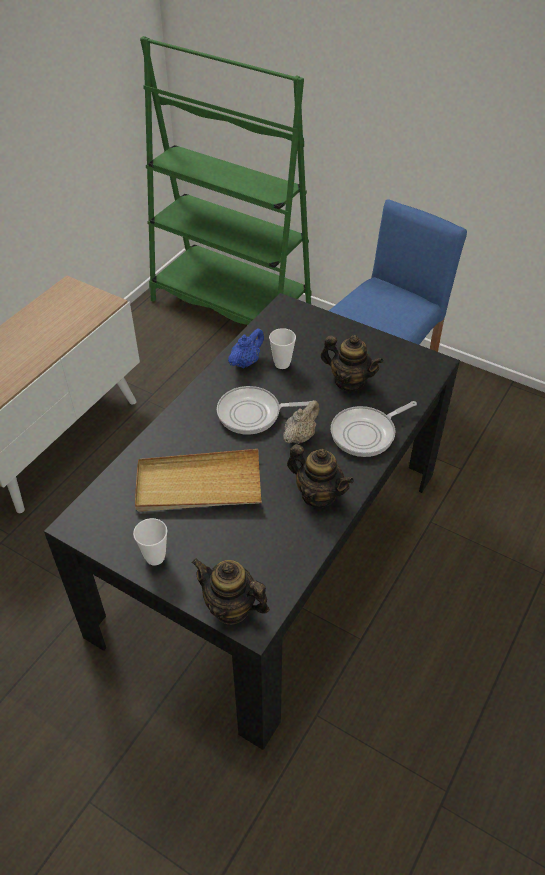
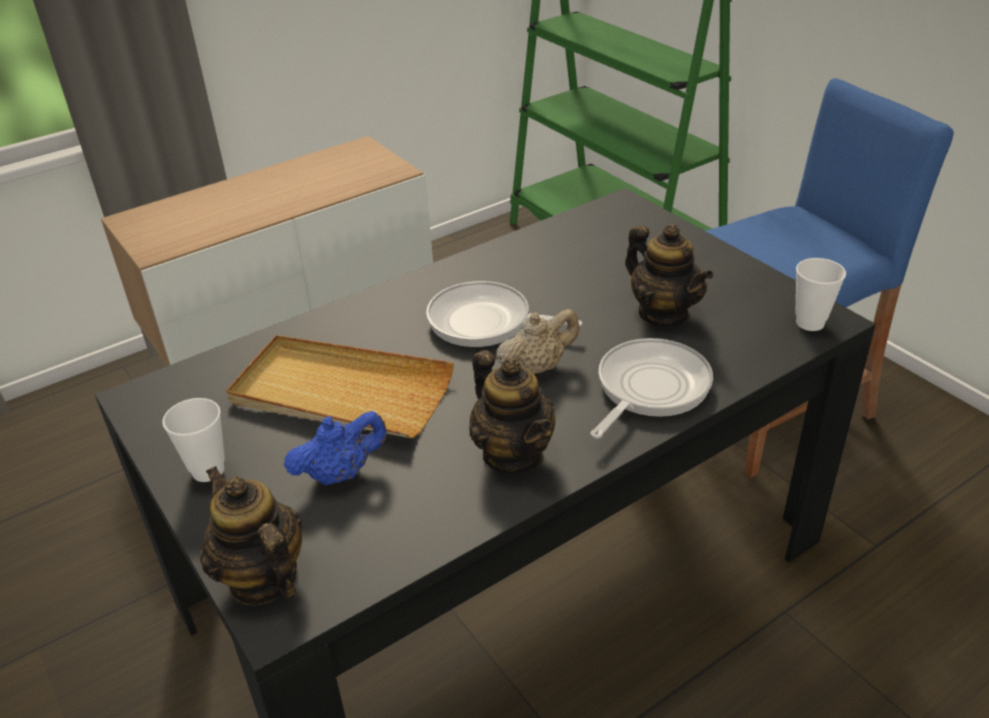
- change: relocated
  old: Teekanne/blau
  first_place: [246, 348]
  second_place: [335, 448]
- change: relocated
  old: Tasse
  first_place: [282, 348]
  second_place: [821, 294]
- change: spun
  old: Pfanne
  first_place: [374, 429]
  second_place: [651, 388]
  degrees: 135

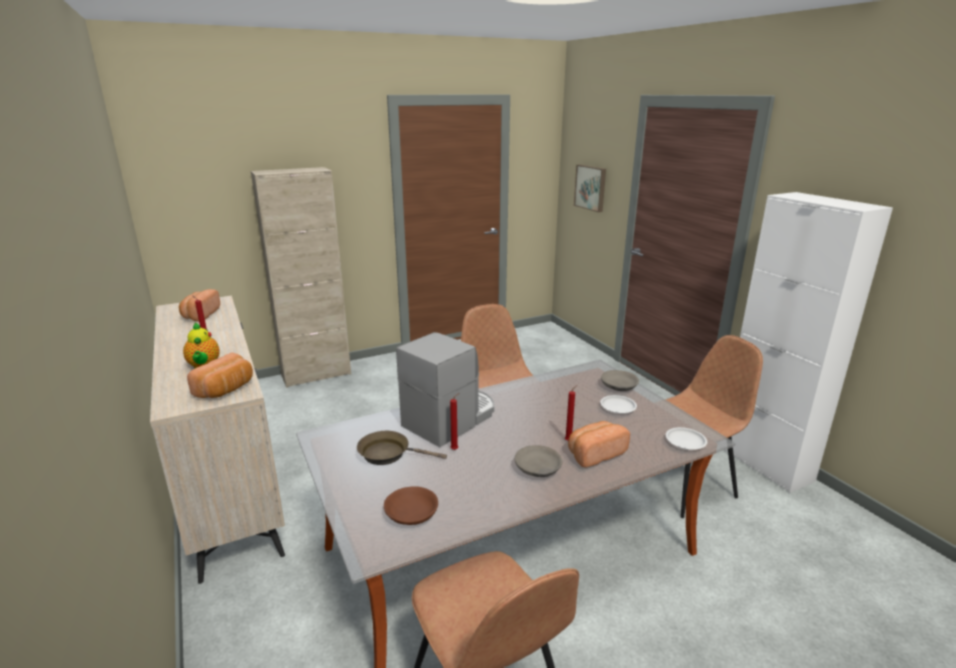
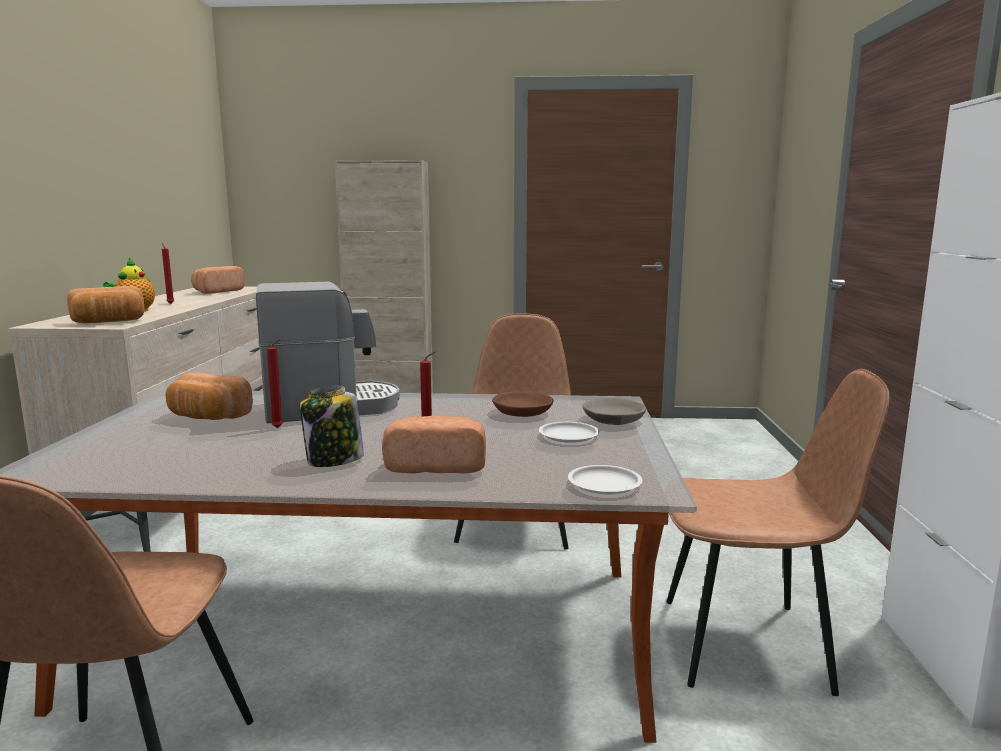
- change: missing
  old: Bild
  first_place: [590, 188]
- change: exchanged
  old: Pfanne/braun
  new: Brot
  first_place: [402, 448]
  second_place: [209, 396]
- change: exchanged
  old: Schüssel/grau
  new: Vorratsglas
  first_place: [538, 461]
  second_place: [332, 426]
- change: relocated
  old: Schüssel/braun
  first_place: [411, 505]
  second_place: [522, 404]

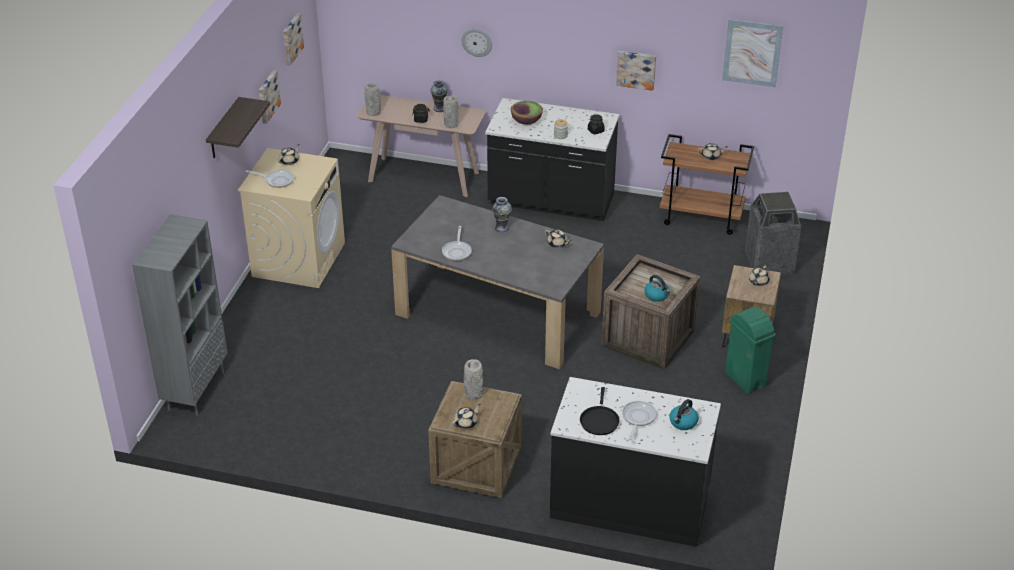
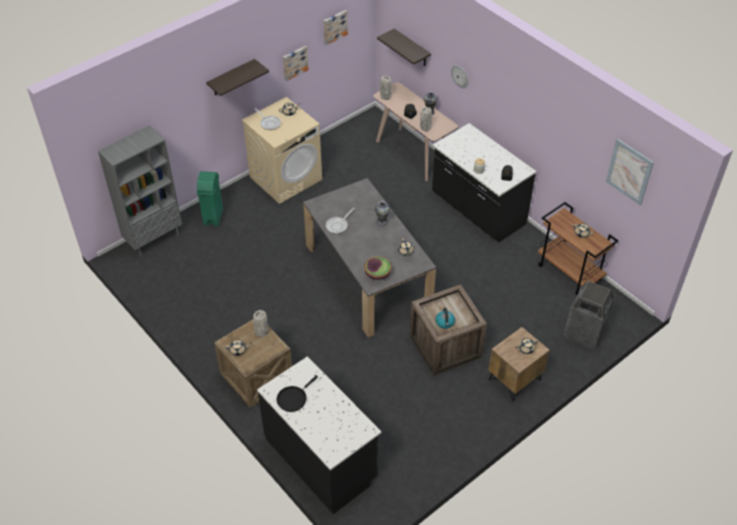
- change: missing
  old: Bild
  first_place: [636, 71]
- change: relocated
  old: Schüssel
  first_place: [527, 113]
  second_place: [378, 268]
- change: relocated
  old: Mülleimer/grün
  first_place: [750, 350]
  second_place: [209, 198]
- change: missing
  old: Wasserkessel
  first_place: [684, 414]
- change: missing
  old: Pfanne
  first_place: [639, 420]
- change: appeared
  new: Wandregal
  second_place: [404, 47]

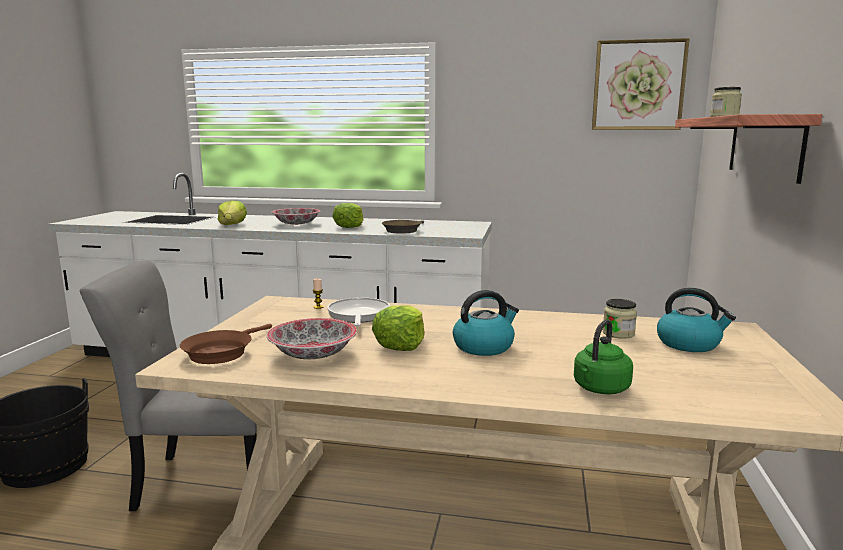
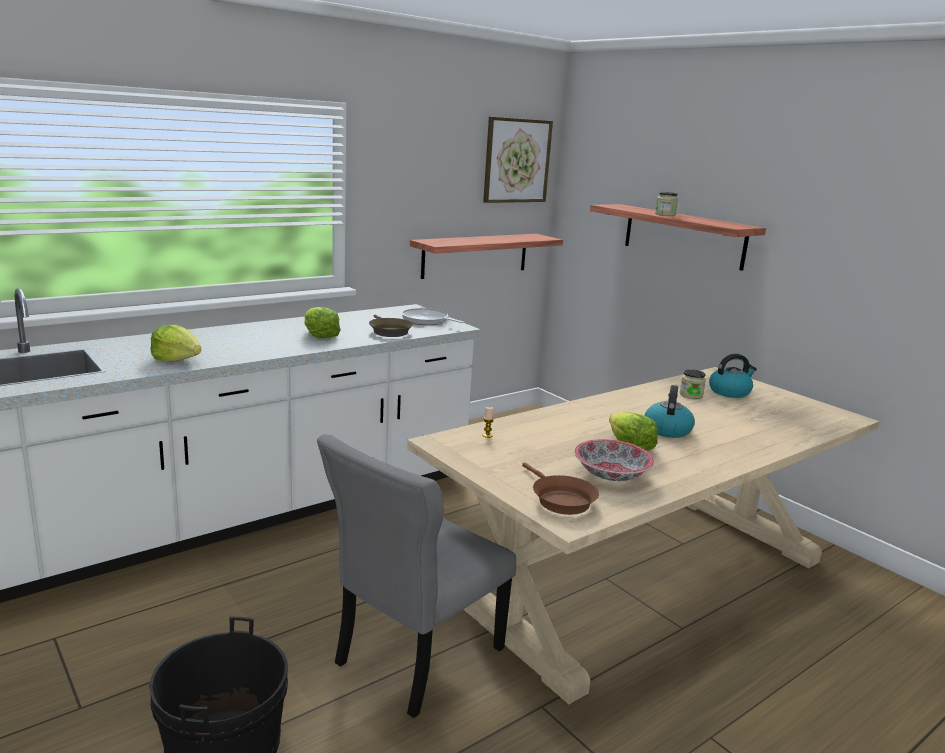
- change: missing
  old: Schüssel
  first_place: [296, 216]
- change: relocated
  old: Pfanne
  first_place: [358, 312]
  second_place: [433, 316]
- change: missing
  old: Wasserkessel/grün
  first_place: [603, 356]
- change: appeared
  new: Wandregal
  second_place: [486, 256]

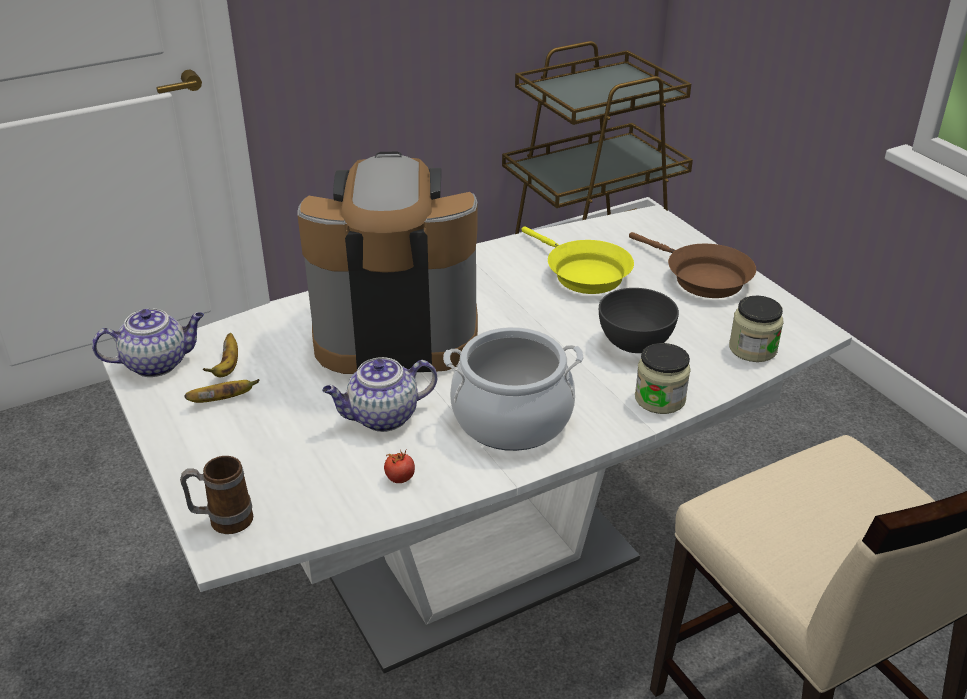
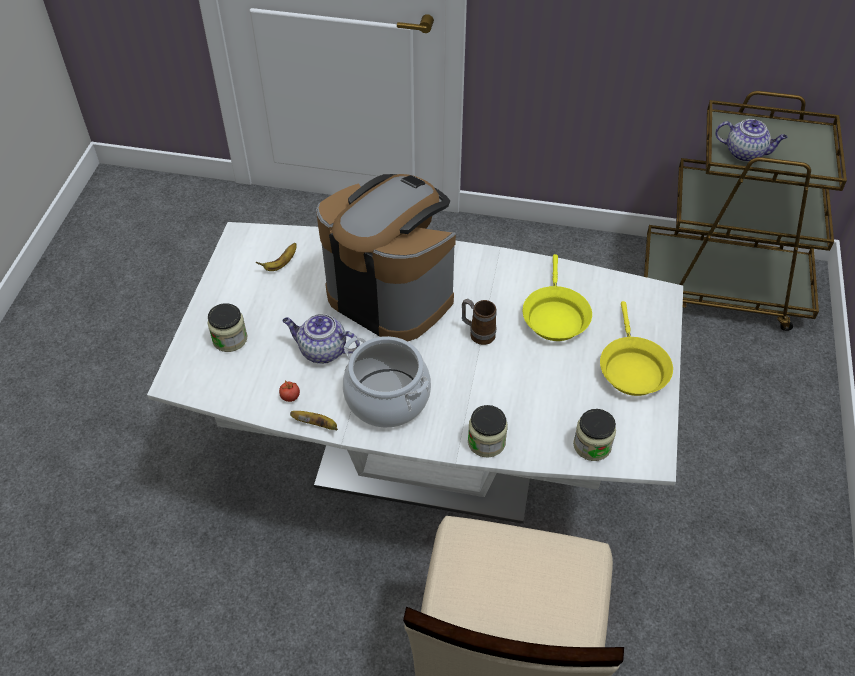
- change: colour
  old: Pfanne/braun
  new: Pfanne/gelb
  first_place: [692, 265]
  second_place: [636, 348]
- change: missing
  old: Schüssel/grau
  first_place: [639, 320]
- change: relocated
  old: Teekanne
  first_place: [148, 343]
  second_place: [751, 140]
- change: relocated
  old: Banane
  first_place: [221, 391]
  second_place: [314, 421]
- change: relocated
  old: Henkelbecher
  first_place: [216, 495]
  second_place: [479, 322]
- change: appeared
  new: Vorratsglas
  second_place: [228, 327]

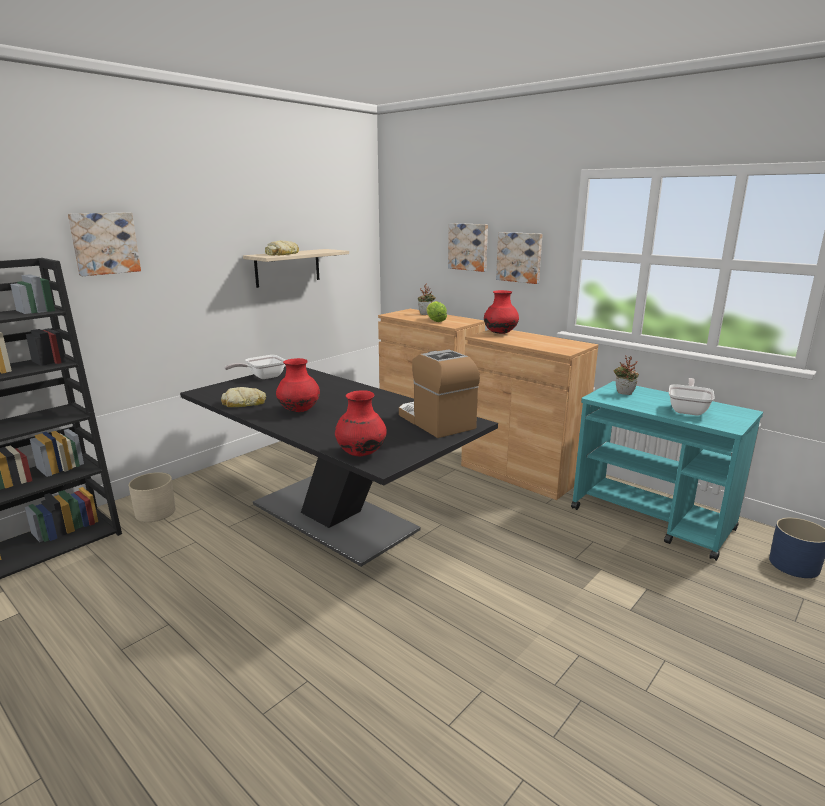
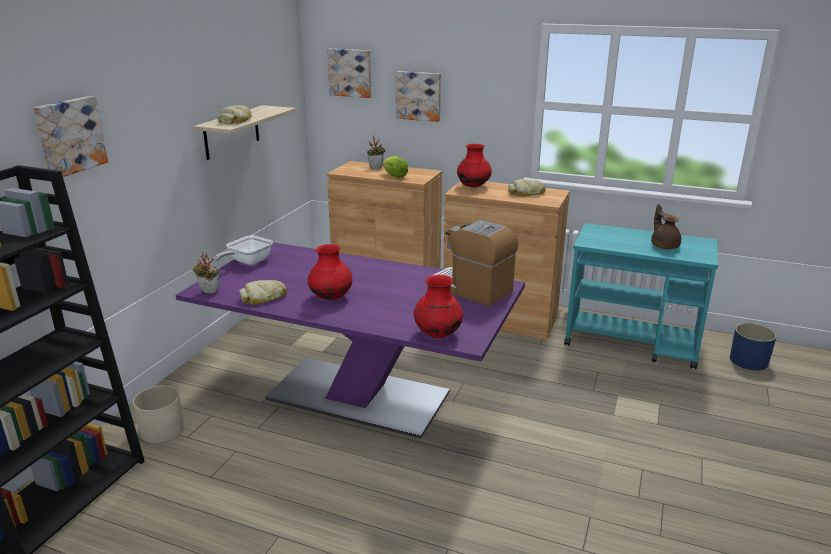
- change: relocated
  old: Bild
  first_place: [519, 258]
  second_place: [349, 73]
- change: relocated
  old: Topfpflanze
  first_place: [626, 375]
  second_place: [205, 272]
- change: colour
  old: Esstisch/schwarz
  new: Esstisch/lila
  first_place: [339, 466]
  second_place: [350, 340]
- change: exchanged
  old: Pfanne
  new: Teekanne/braun
  first_place: [692, 396]
  second_place: [666, 226]
- change: appeared
  new: Brot
  second_place: [527, 187]

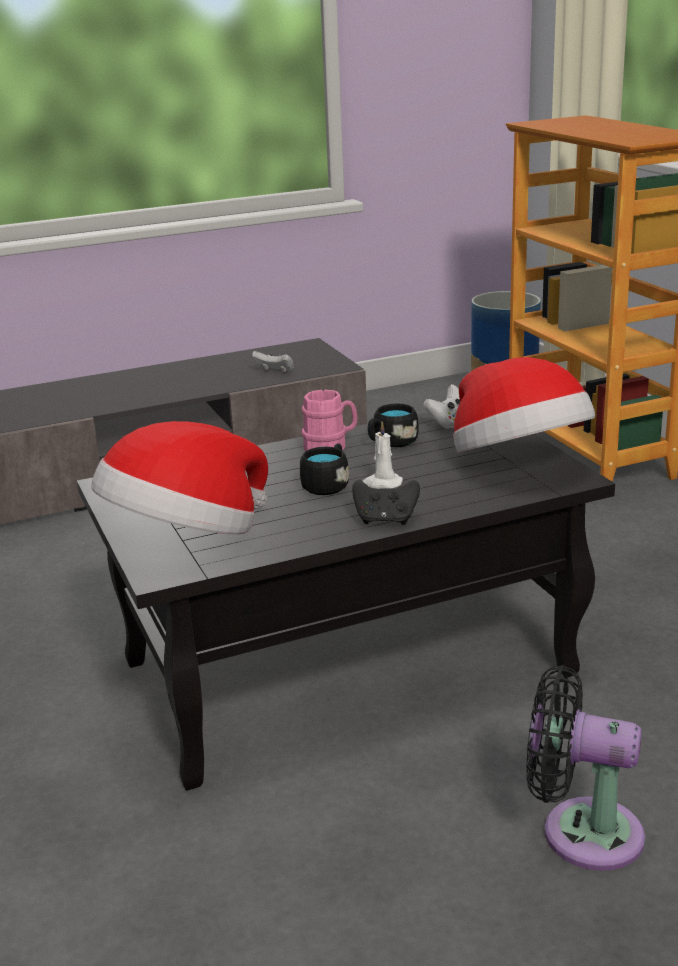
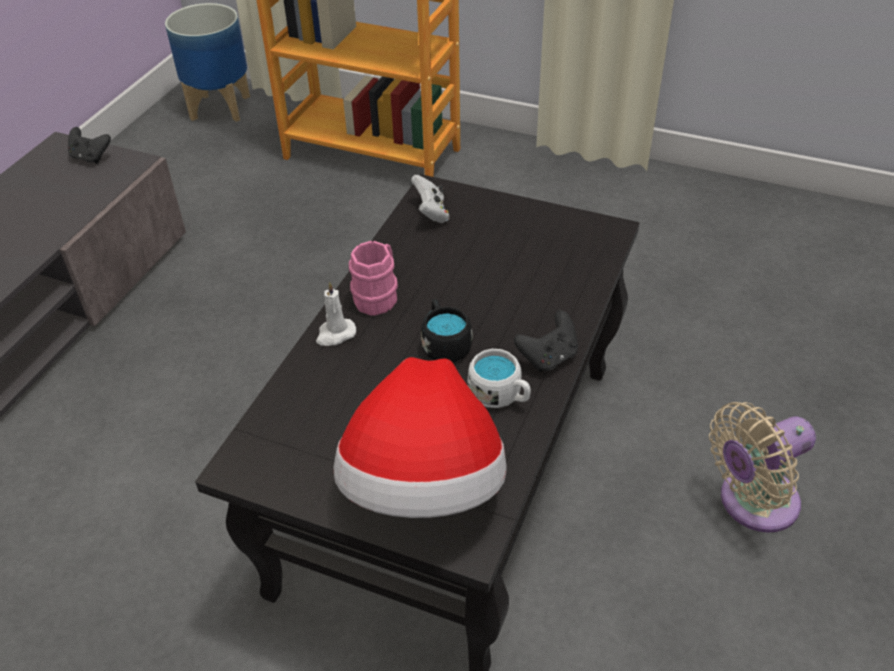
- change: missing
  old: Gamepad/weiß
  first_place: [273, 362]
- change: missing
  old: Hut
  first_place: [524, 404]
- change: missing
  old: Henkelbecher/schwarz
  first_place: [393, 425]
- change: relocated
  old: Kerze/weiß
  first_place: [382, 455]
  second_place: [336, 313]
- change: colour
  old: Ventilator/schwarz
  new: Ventilator/beige
  first_place: [585, 768]
  second_place: [762, 467]
- change: appeared
  new: Gamepad/schwarz
  second_place: [89, 145]
- change: appeared
  new: Henkelbecher/weiß
  second_place: [499, 378]

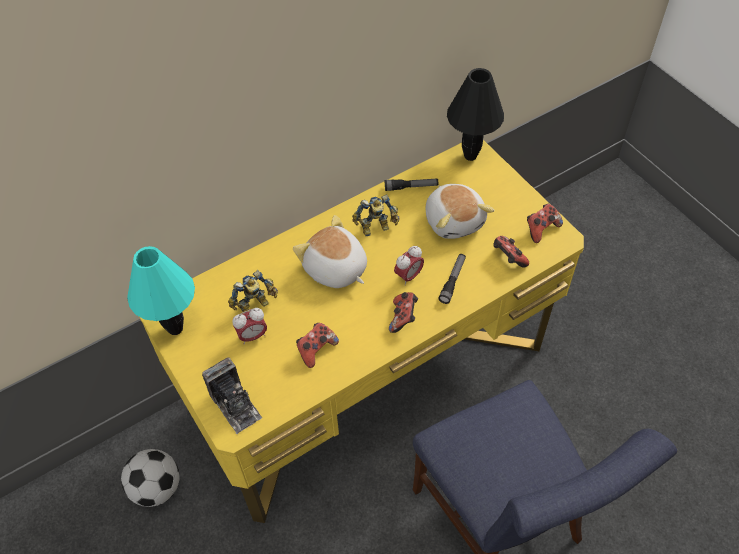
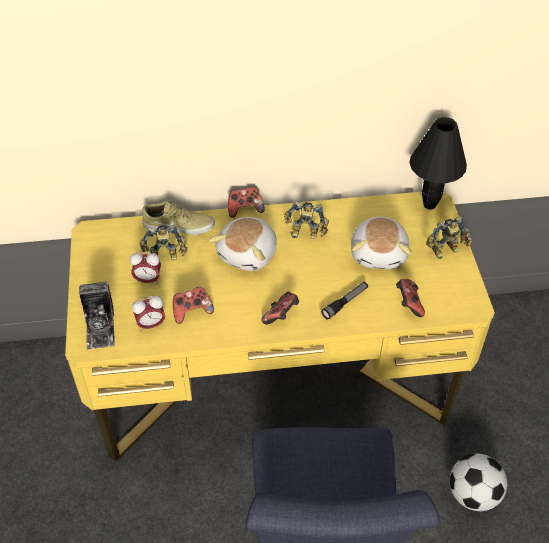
- change: missing
  old: Taschenlampe
  first_place: [411, 185]
- change: relocated
  old: Gamepad
  first_place: [545, 223]
  second_place: [246, 202]
- change: spun
  old: Plüschtier
  first_place: [330, 251]
  second_place: [243, 244]
  degrees: -135
- change: missing
  old: Tischlampe/türkis
  first_place: [161, 290]
- change: relocated
  old: Wecker
  first_place: [409, 265]
  second_place: [148, 313]
- change: relocated
  old: Fußball
  first_place: [150, 478]
  second_place: [478, 482]
- change: appeared
  new: Schuh/beige
  second_place: [178, 217]
- change: appeared
  new: Spielzeugroboter
  second_place: [449, 237]

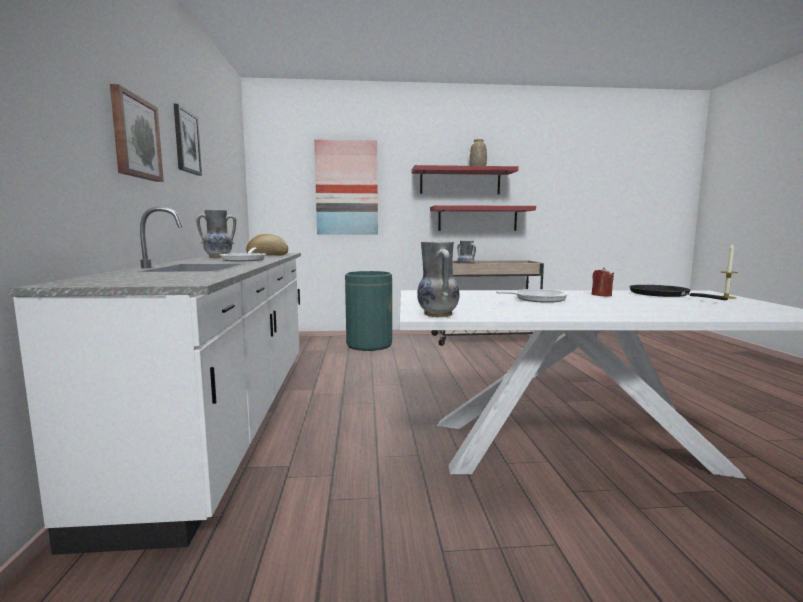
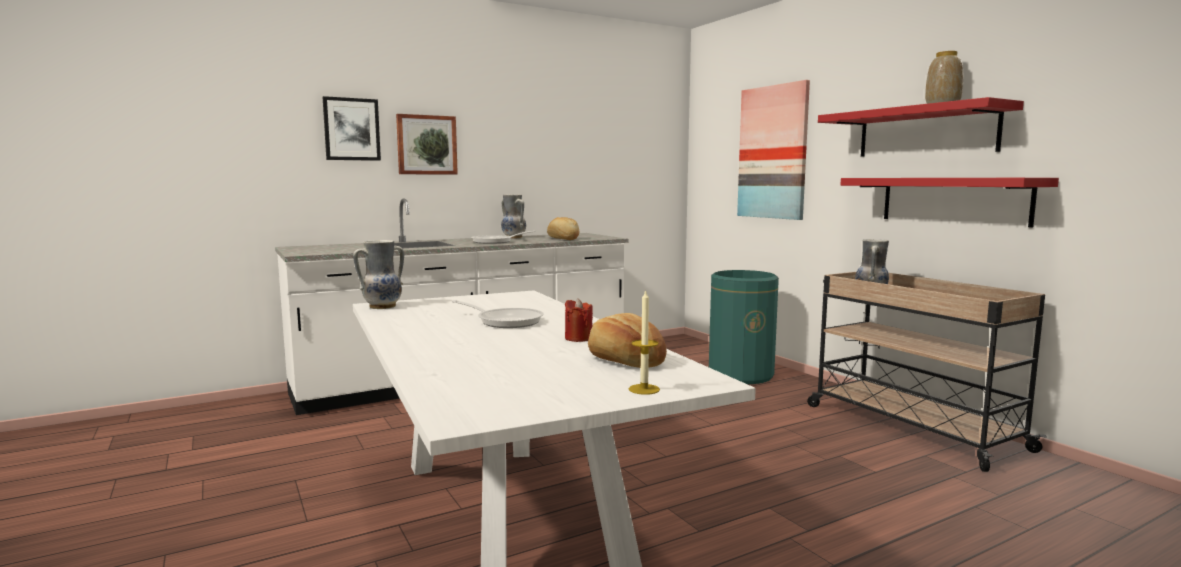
- change: relocated
  old: Bild
  first_place: [188, 140]
  second_place: [352, 128]
- change: exchanged
  old: Pfanne/schwarz
  new: Brot
  first_place: [679, 292]
  second_place: [627, 340]

